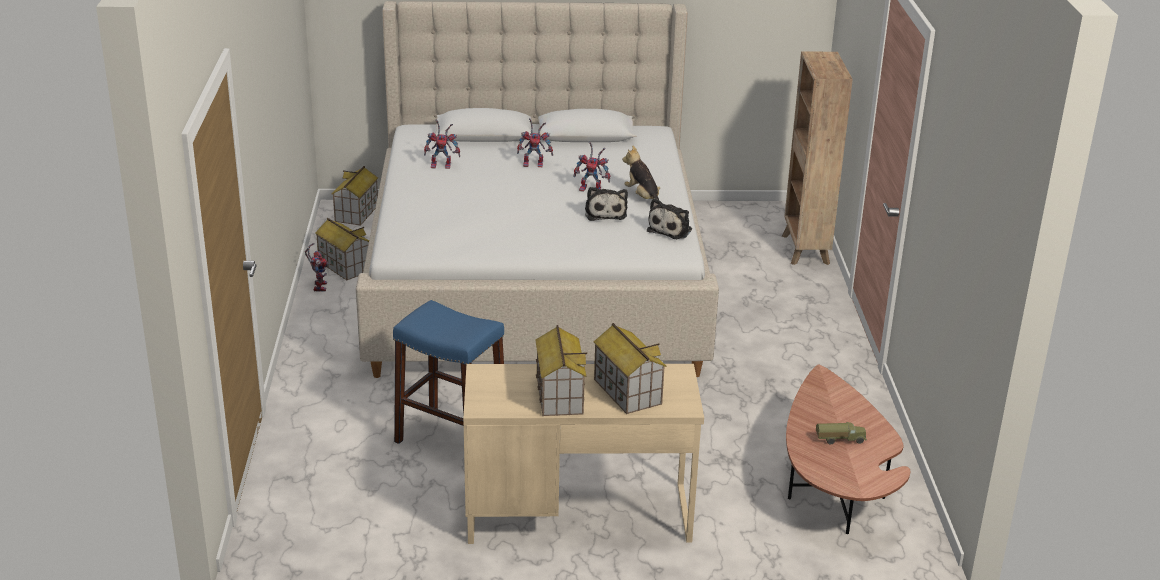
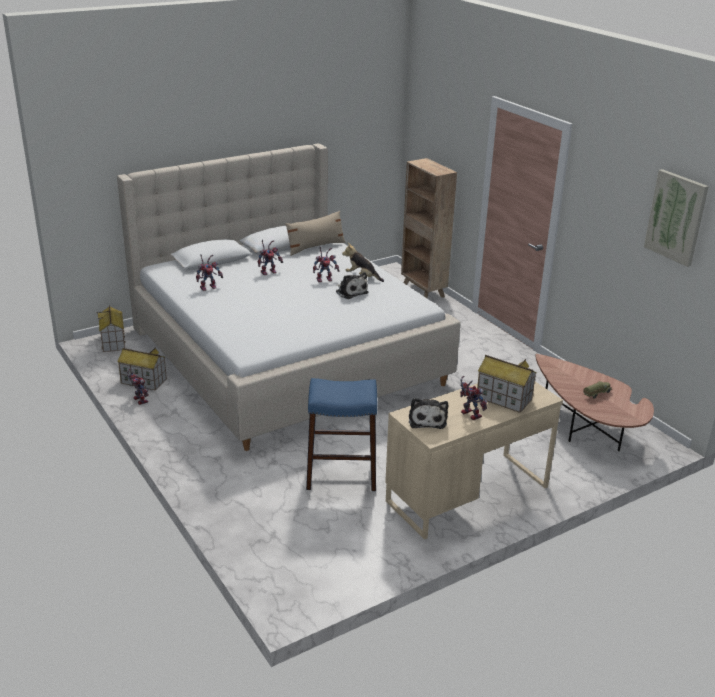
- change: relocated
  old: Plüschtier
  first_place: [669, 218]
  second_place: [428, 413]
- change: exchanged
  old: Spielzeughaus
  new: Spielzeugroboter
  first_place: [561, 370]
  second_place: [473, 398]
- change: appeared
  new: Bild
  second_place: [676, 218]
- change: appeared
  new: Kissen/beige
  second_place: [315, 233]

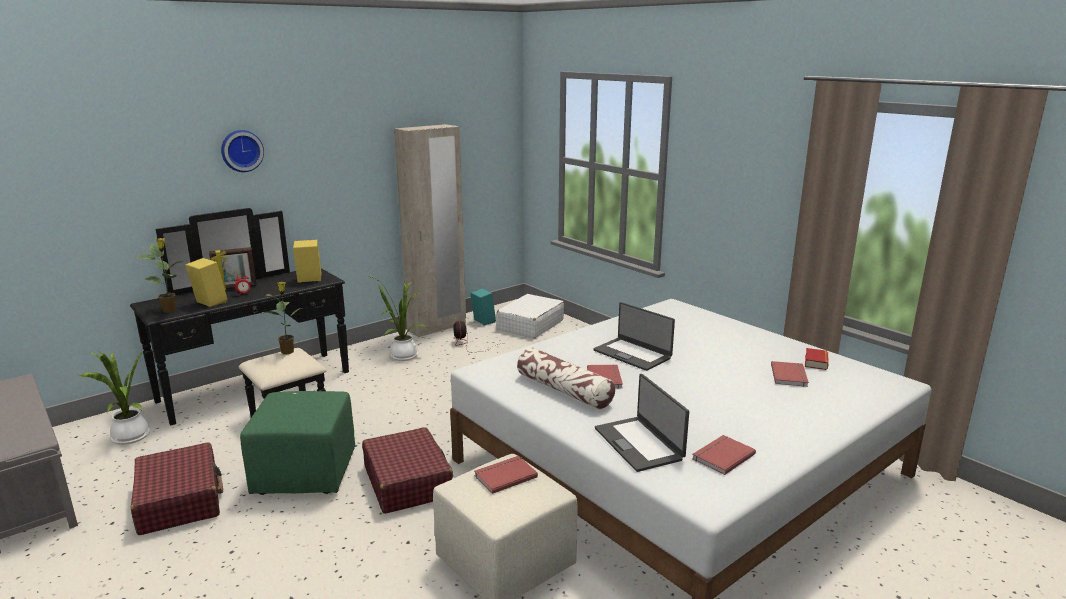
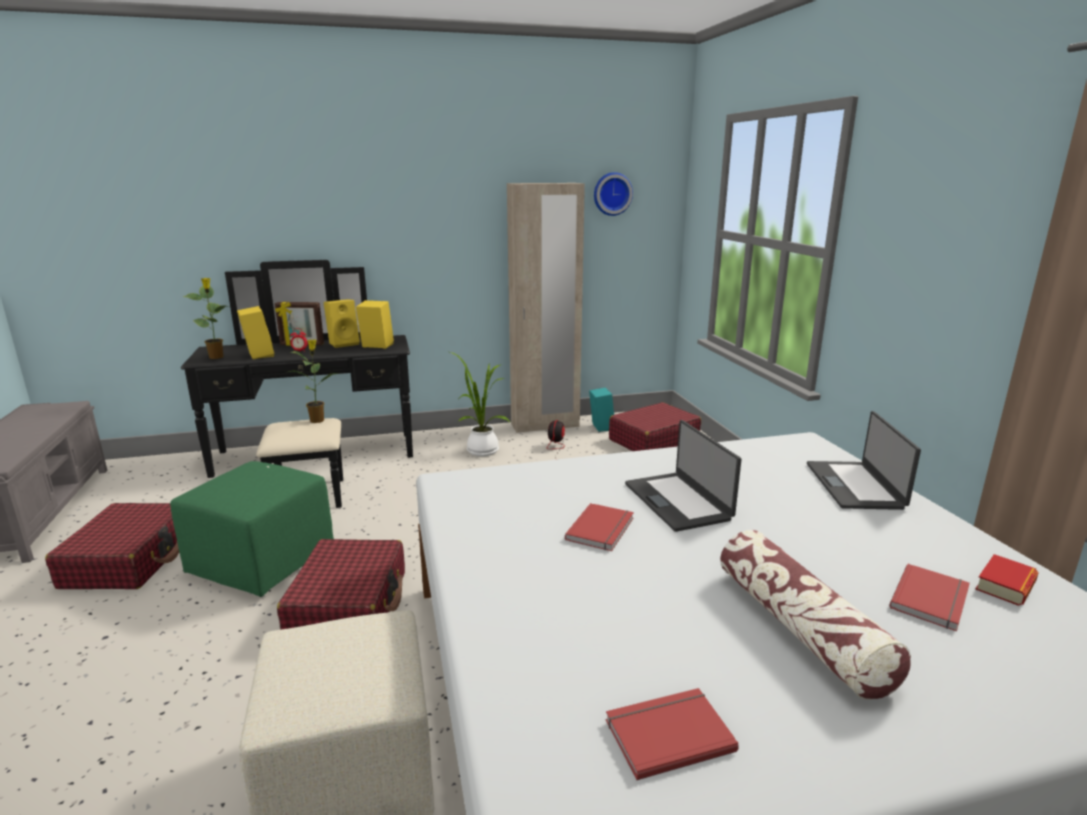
- change: relocated
  old: Wanduhr
  first_place: [242, 151]
  second_place: [613, 194]
- change: colour
  old: Koffer/weiß
  new: Koffer/rot
  first_place: [530, 316]
  second_place: [655, 426]
- change: relocated
  old: Kissen
  first_place: [566, 378]
  second_place: [815, 615]
- change: missing
  old: Topfpflanze
  first_place: [115, 397]
- change: relocated
  old: Laptop
  first_place: [642, 423]
  second_place: [864, 460]
- change: missing
  old: Buch/rot
  first_place: [506, 475]
- change: appeared
  new: Lautsprecher/gelb
  second_place: [341, 323]

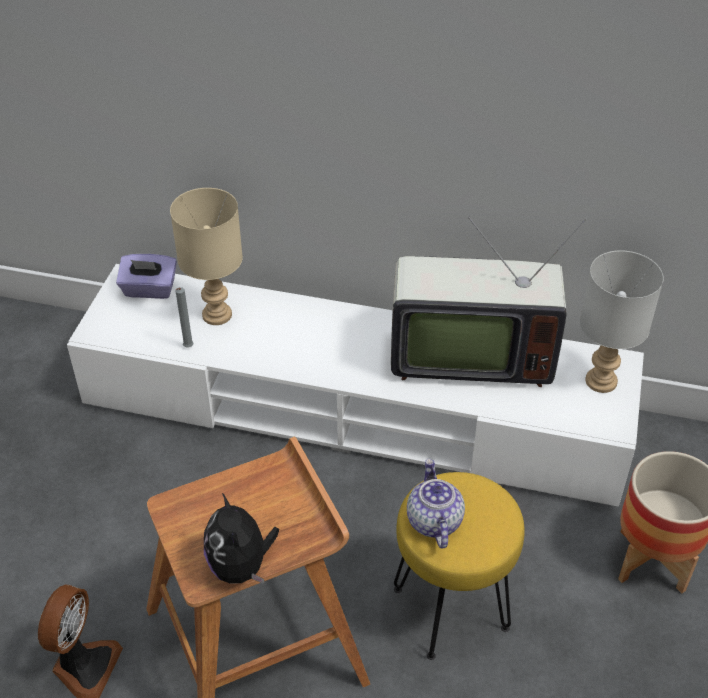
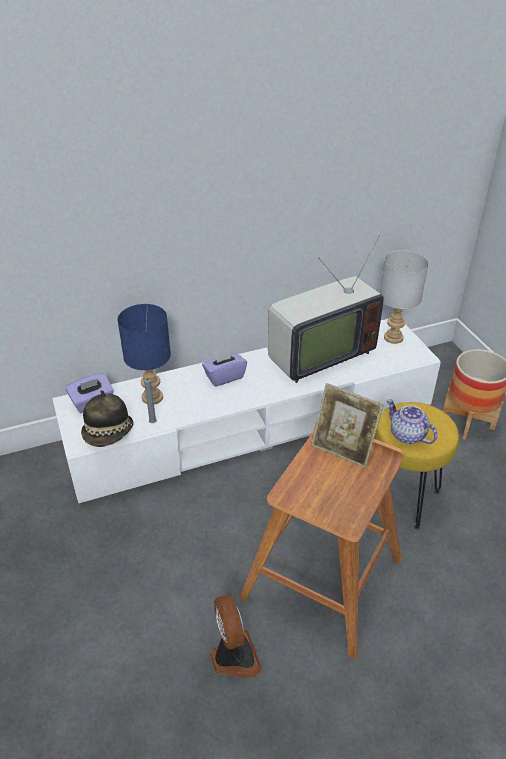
- change: colour
  old: Tischlampe/beige
  new: Tischlampe/blau
  first_place: [206, 256]
  second_place: [144, 354]
- change: missing
  old: Plüschtier
  first_place: [241, 538]
- change: appeared
  new: Taschentuchbox/lila
  second_place: [224, 367]
- change: appeared
  new: Bilderrahmen
  second_place: [347, 425]
- change: appeared
  new: Hut
  second_place: [107, 418]

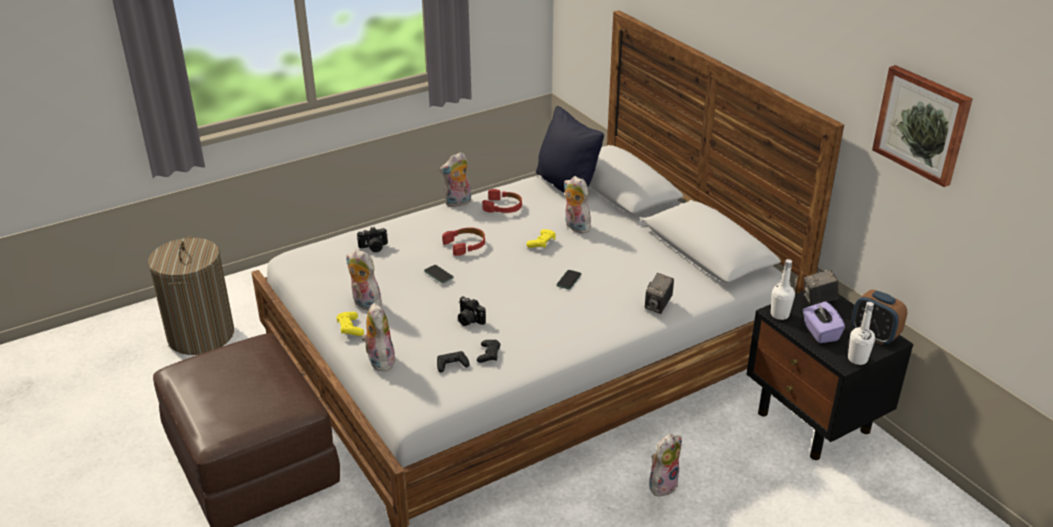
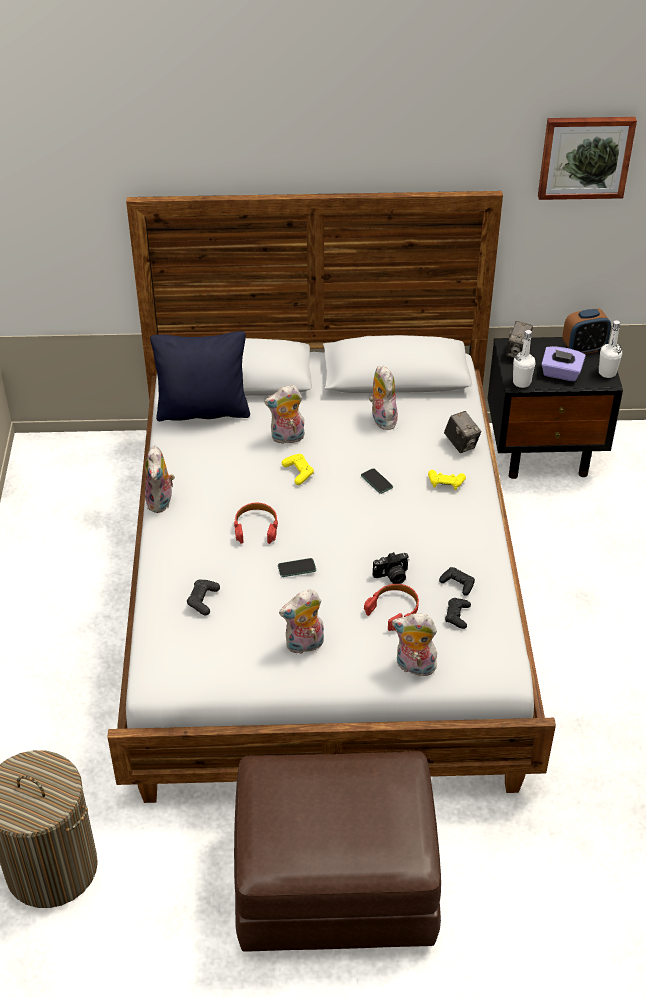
- change: relocated
  old: Kopfhörer/rot
  first_place: [502, 201]
  second_place: [391, 607]
- change: exchanged
  old: Kamera
  new: Gamepad/schwarz
  first_place: [372, 239]
  second_place: [203, 597]
- change: relocated
  old: Gamepad/gelb
  first_place: [350, 324]
  second_place: [447, 480]
- change: relocated
  old: Plüschtier
  first_place: [665, 465]
  second_place: [383, 398]

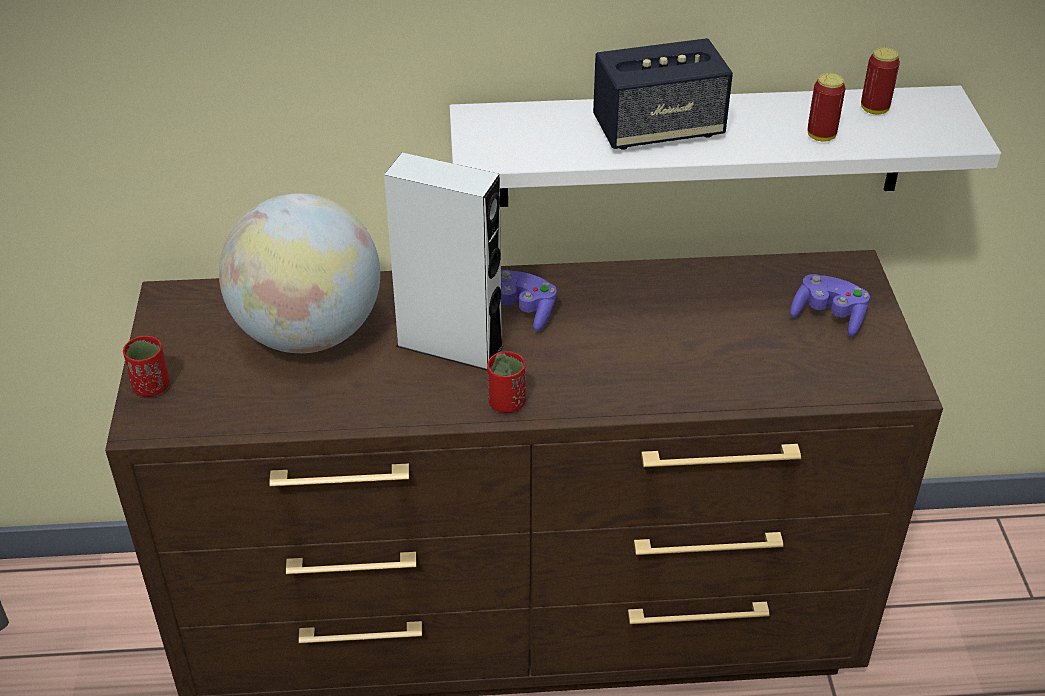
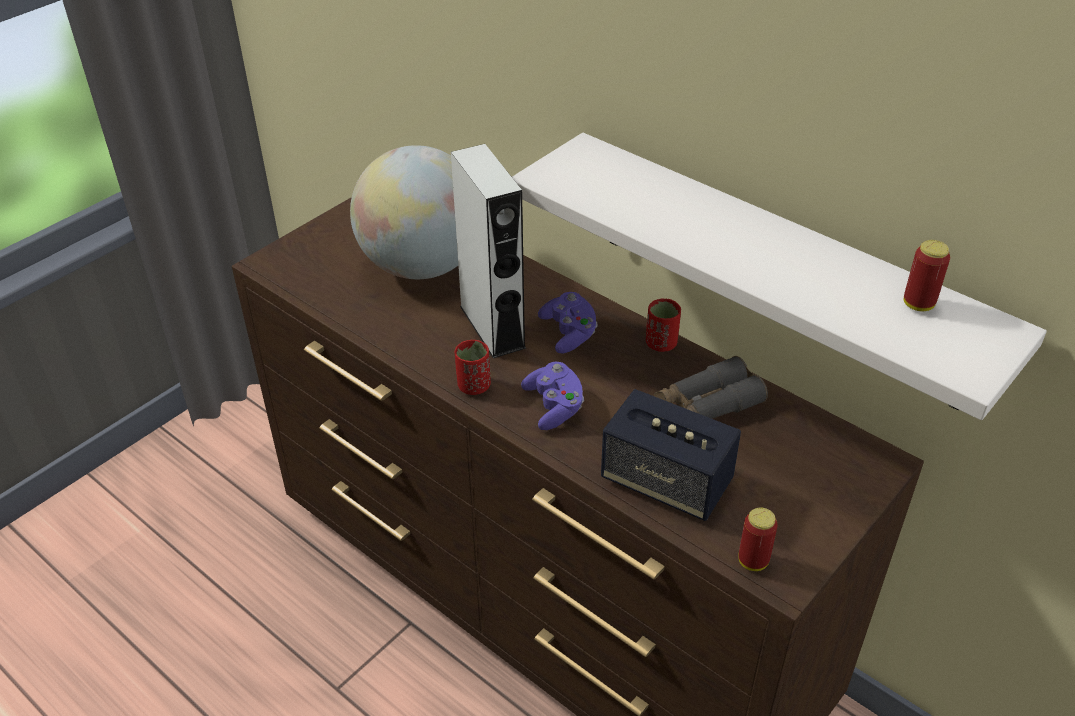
- change: relocated
  old: Lautsprecher
  first_place: [663, 94]
  second_place: [671, 455]
- change: relocated
  old: Dose
  first_place: [826, 107]
  second_place: [758, 539]
- change: relocated
  old: Gamepad/lila
  first_place: [830, 305]
  second_place: [552, 396]
- change: relocated
  old: Tasse/rot
  first_place: [146, 366]
  second_place: [663, 325]
- change: appeared
  new: Fernglas/grau
  second_place: [711, 387]

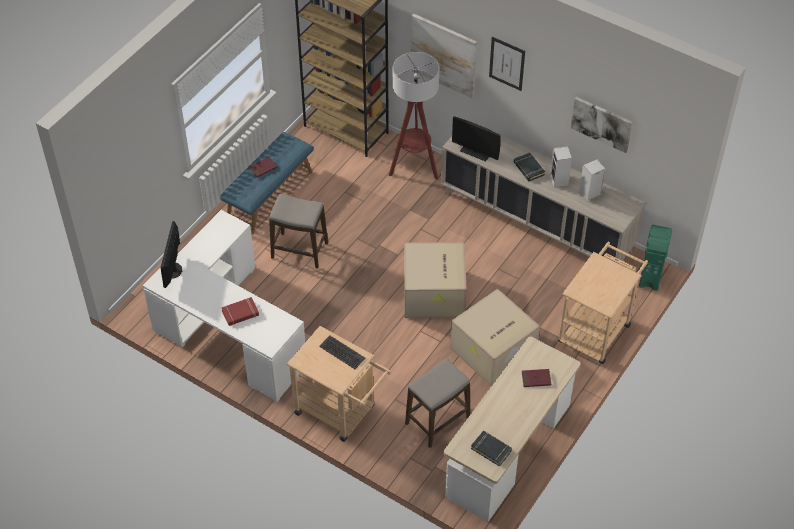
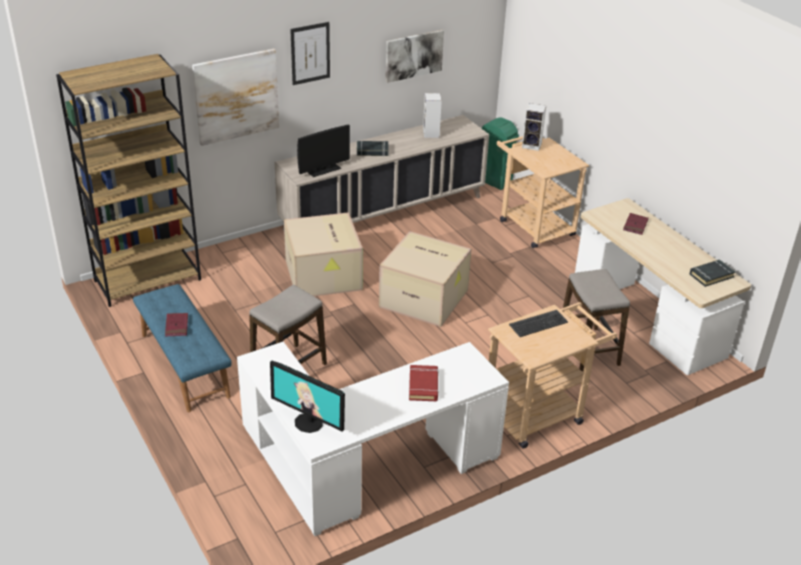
- change: missing
  old: Stehlampe
  first_place: [414, 116]
- change: relocated
  old: Lautsprecher
  first_place: [561, 166]
  second_place: [534, 127]
- change: relocated
  old: Karton
  first_place: [495, 338]
  second_place: [323, 254]

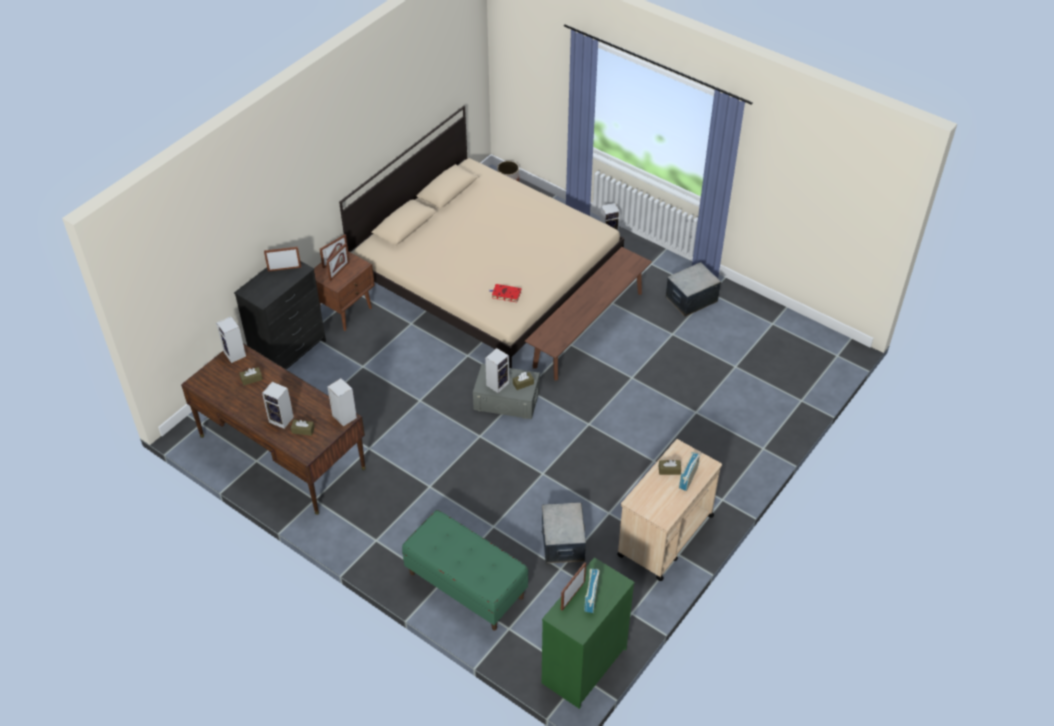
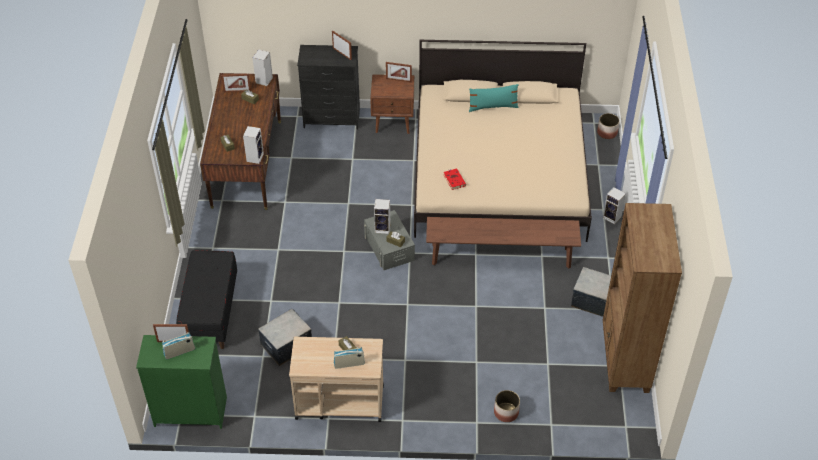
- change: relocated
  old: Bilderrahmen
  first_place: [337, 262]
  second_place: [236, 83]
- change: missing
  old: Lautsprecher
  first_place: [278, 405]
- change: colour
  old: Bank/grün
  new: Bank/schwarz
  first_place: [465, 570]
  second_place: [206, 299]
- change: appeared
  new: Kissen/türkis
  second_place: [494, 98]
- change: appeared
  new: Bücherregal/braun
  second_place: [642, 298]
- change: appeared
  new: Pflanzkübel
  second_place: [507, 406]

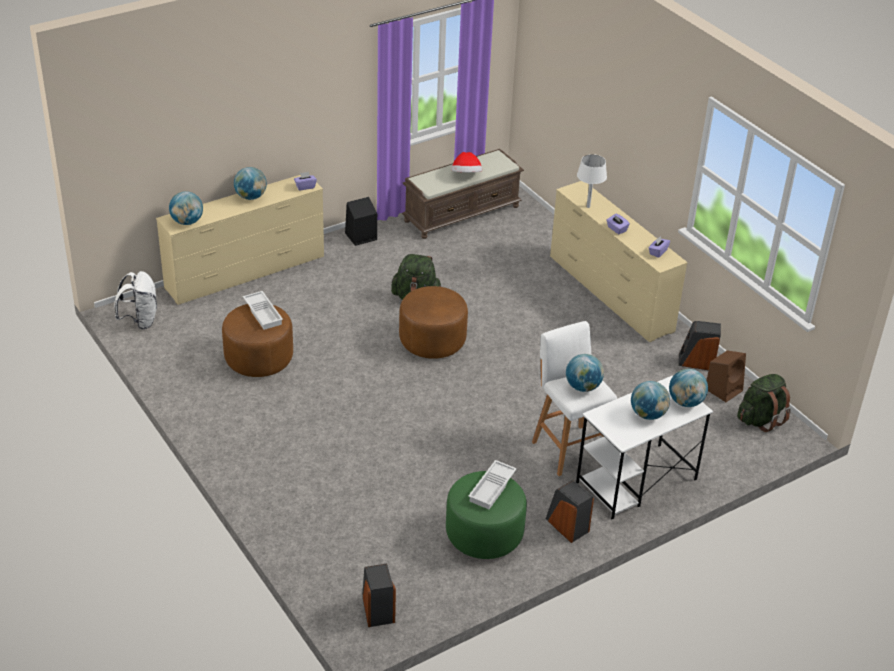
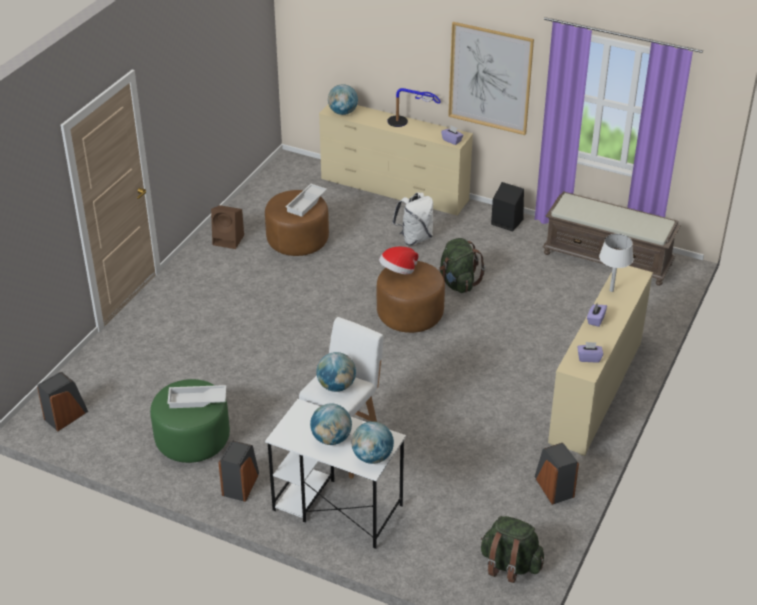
- change: relocated
  old: Hut
  first_place: [467, 162]
  second_place: [398, 261]
- change: exchanged
  old: Globus
  new: Tischlampe
  first_place: [250, 183]
  second_place: [414, 107]
- change: relocated
  old: Rucksack/weiß
  first_place: [135, 300]
  second_place: [412, 218]
- change: relocated
  old: Lautsprecher/braun
  first_place: [726, 376]
  second_place: [227, 227]
- change: appeared
  new: Bild
  second_place: [491, 78]

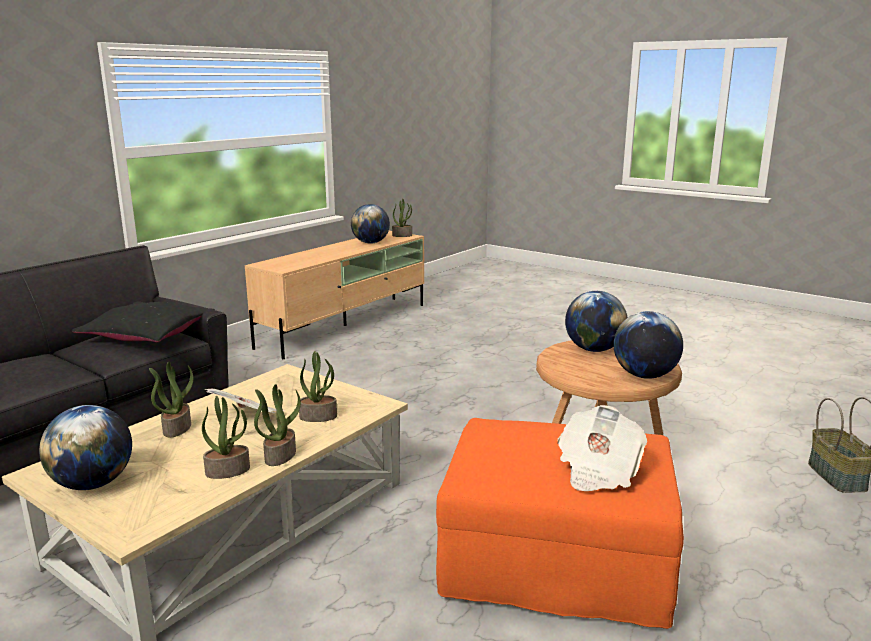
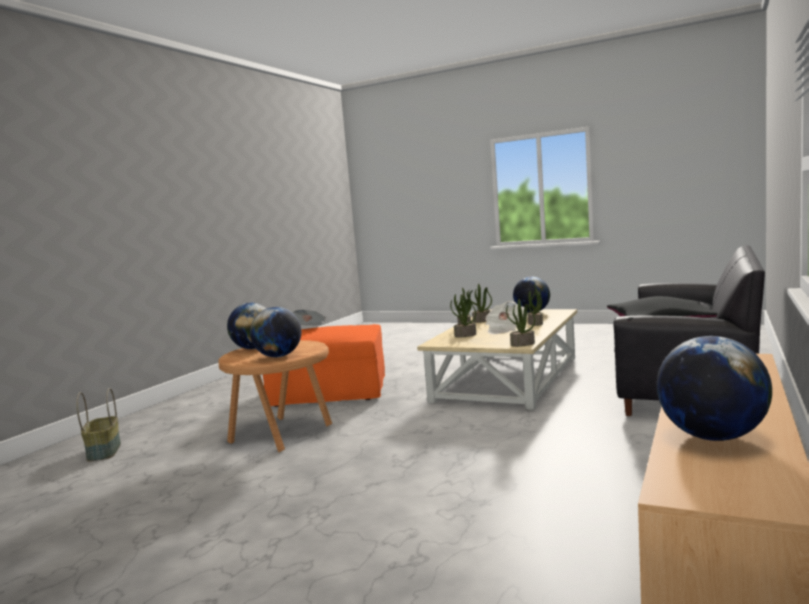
- change: relocated
  old: Topfpflanze
  first_place: [402, 218]
  second_place: [521, 323]

